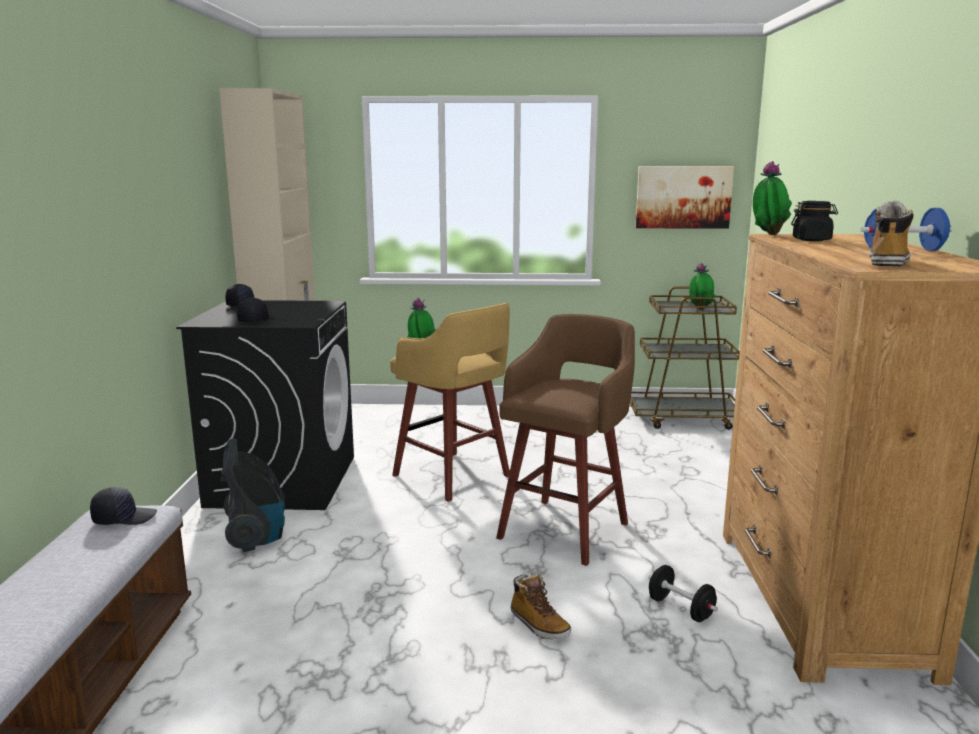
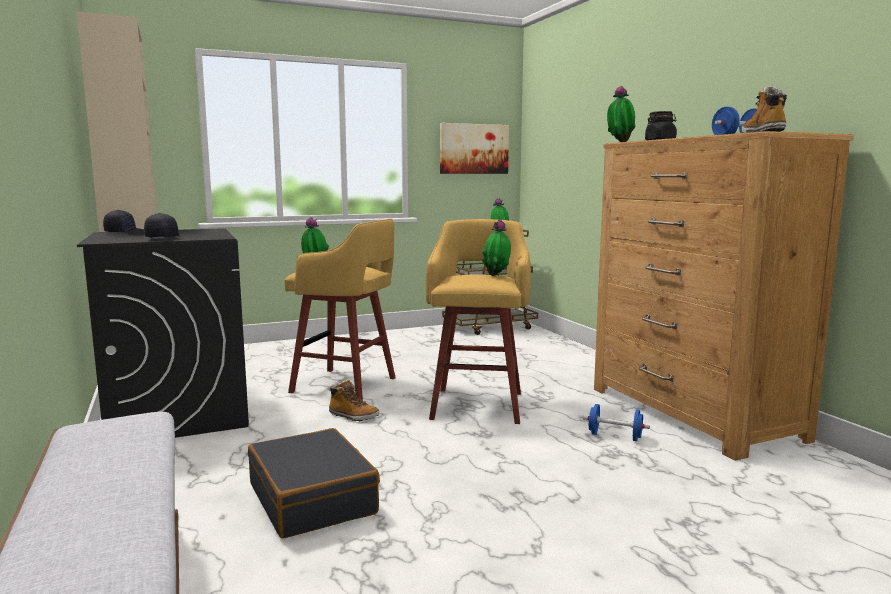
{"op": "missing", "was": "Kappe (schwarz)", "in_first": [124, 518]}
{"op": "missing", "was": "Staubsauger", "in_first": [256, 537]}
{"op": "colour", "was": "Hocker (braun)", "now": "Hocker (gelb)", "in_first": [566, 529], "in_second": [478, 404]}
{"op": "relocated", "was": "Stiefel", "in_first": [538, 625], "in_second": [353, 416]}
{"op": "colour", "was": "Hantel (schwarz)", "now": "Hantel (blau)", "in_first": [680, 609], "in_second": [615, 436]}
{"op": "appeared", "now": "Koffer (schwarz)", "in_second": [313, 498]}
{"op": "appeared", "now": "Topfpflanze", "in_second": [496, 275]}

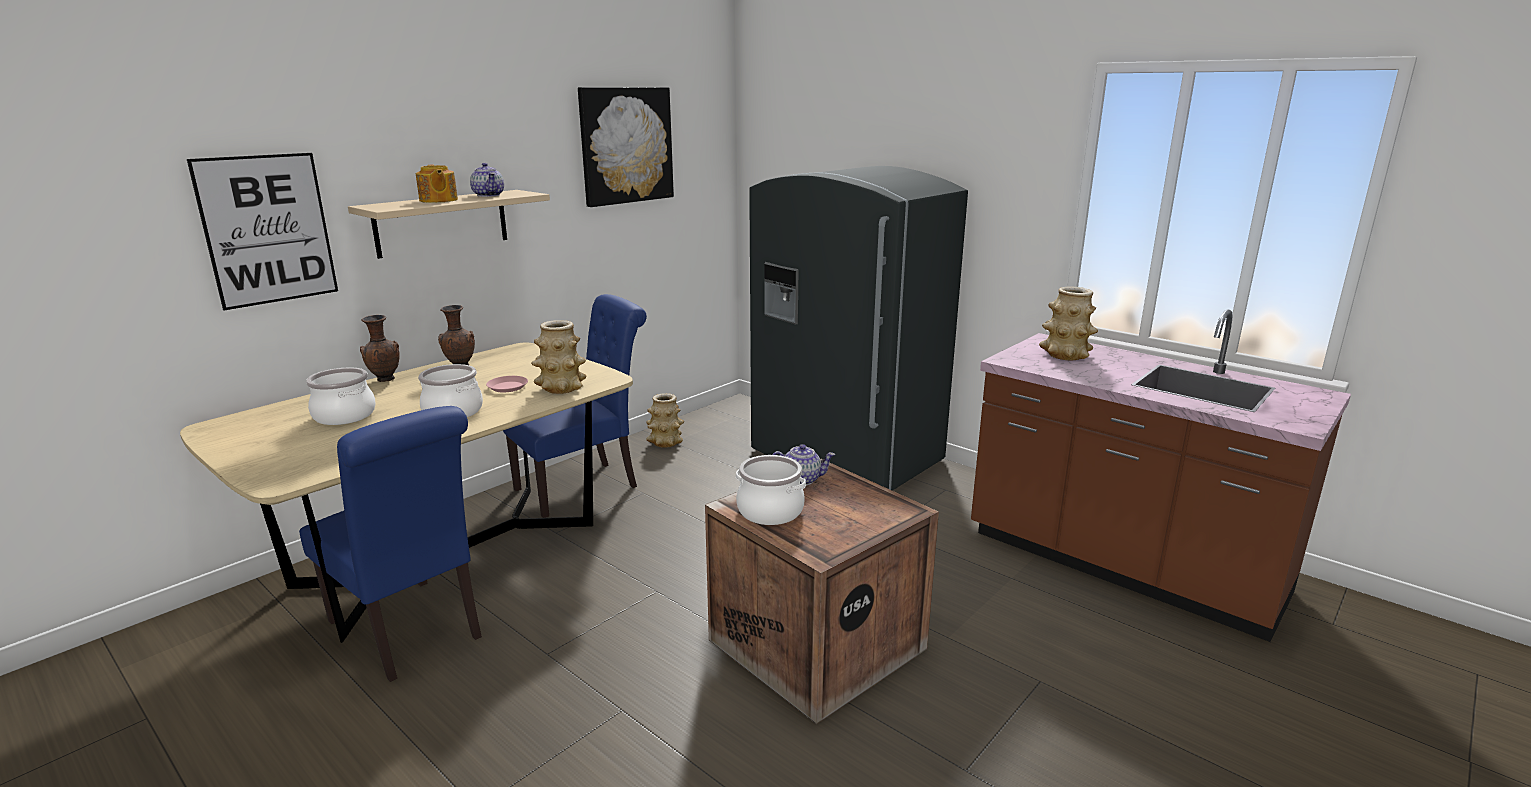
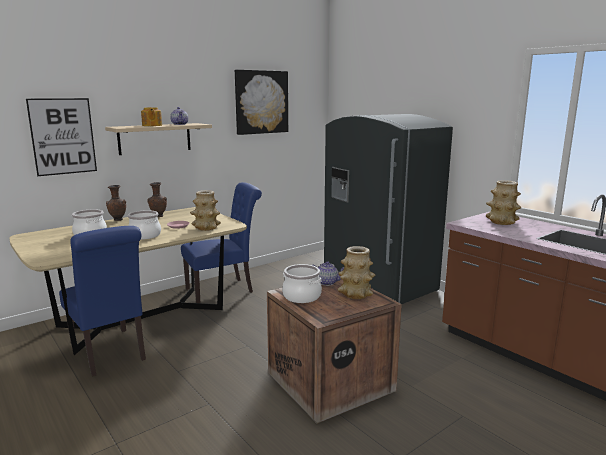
{"op": "relocated", "was": "Vase", "in_first": [665, 442], "in_second": [355, 294]}

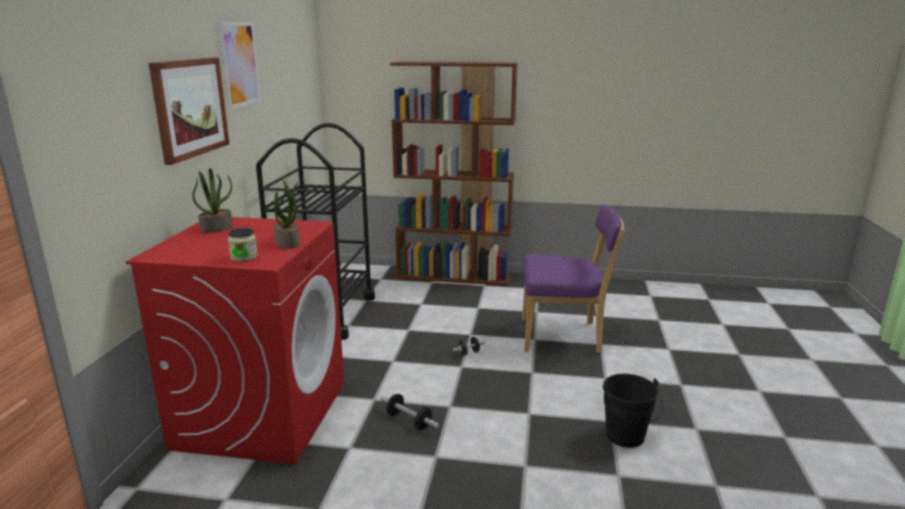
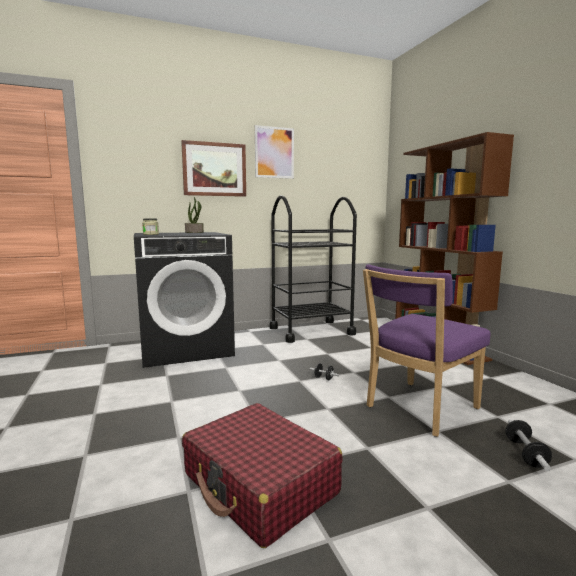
{"op": "colour", "was": "Waschmaschine (rot)", "now": "Waschmaschine (schwarz)", "in_first": [262, 414], "in_second": [186, 348]}
{"op": "missing", "was": "Topfpflanze", "in_first": [288, 243]}
{"op": "relocated", "was": "Hantel", "in_first": [409, 421], "in_second": [525, 454]}
{"op": "spun", "was": "Stuhl (lila)", "in_first": [564, 336], "in_second": [418, 409], "clockwise": 75}
{"op": "exchanged", "was": "Eimer (schwarz)", "now": "Koffer (rot)", "in_first": [627, 438], "in_second": [260, 484]}

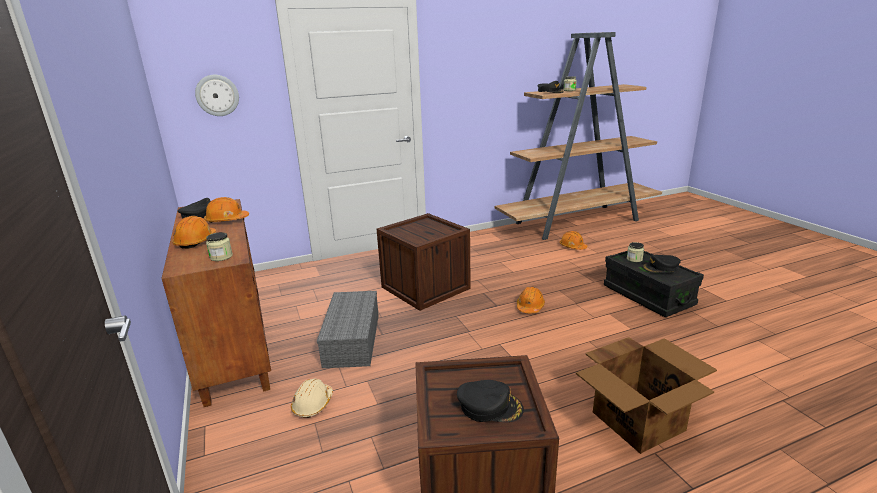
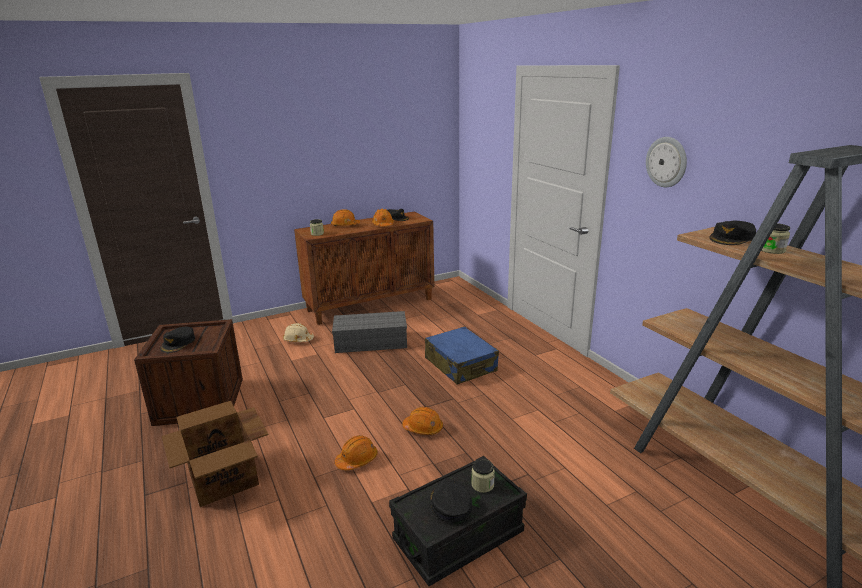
{"op": "relocated", "was": "Wanduhr", "in_first": [217, 95], "in_second": [666, 162]}
{"op": "exchanged", "was": "Kiste", "now": "Koffer (blau)", "in_first": [425, 288], "in_second": [460, 365]}
{"op": "relocated", "was": "Schutzhelm (orange)", "in_first": [572, 247], "in_second": [357, 460]}

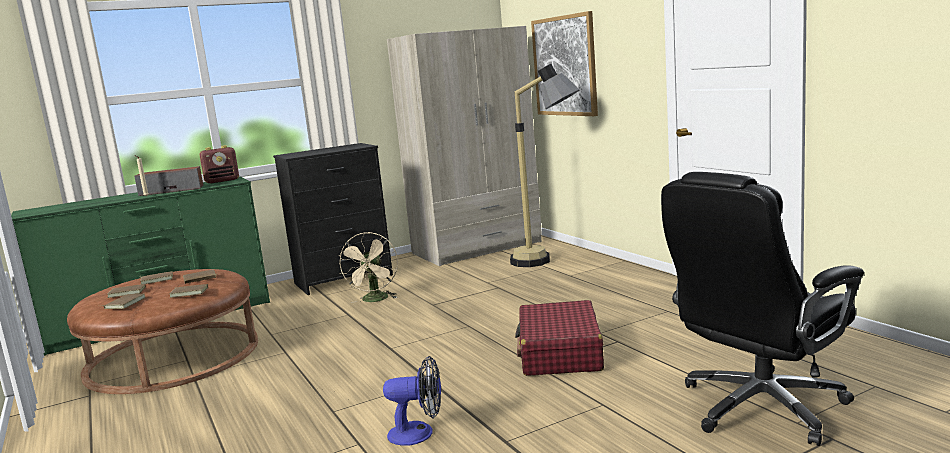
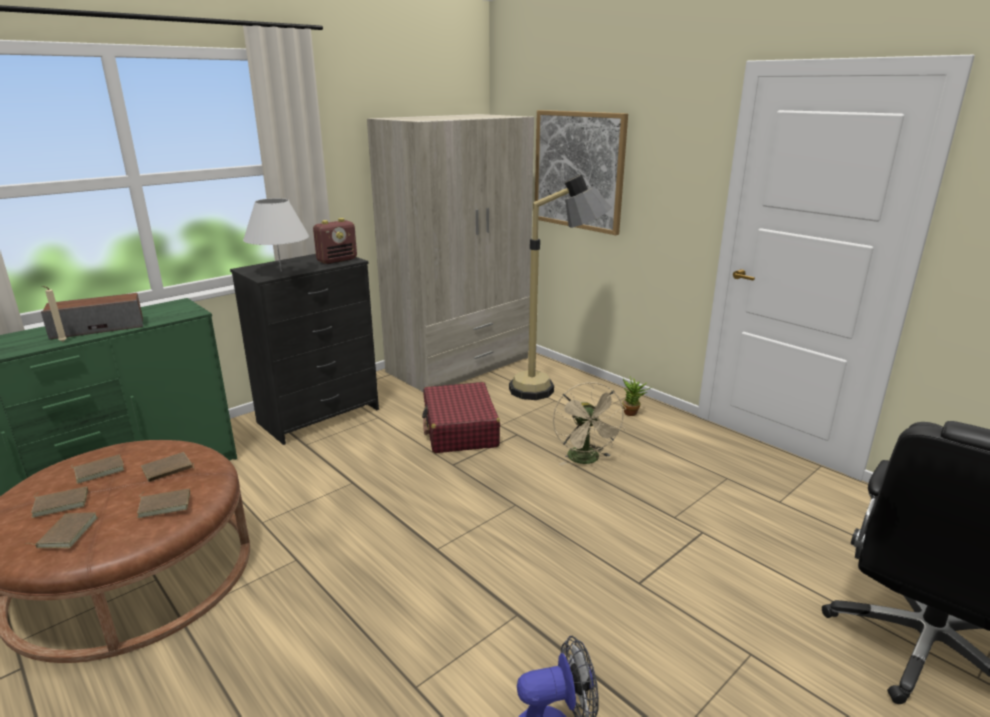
{"op": "relocated", "was": "Radio", "in_first": [222, 181], "in_second": [337, 260]}
{"op": "relocated", "was": "Ventilator (beige)", "in_first": [375, 300], "in_second": [586, 460]}
{"op": "relocated", "was": "Koffer (rot)", "in_first": [560, 353], "in_second": [460, 429]}
{"op": "appeared", "now": "Tischlampe (weiß)", "in_second": [281, 271]}
{"op": "appeared", "now": "Topfpflanze", "in_second": [633, 413]}

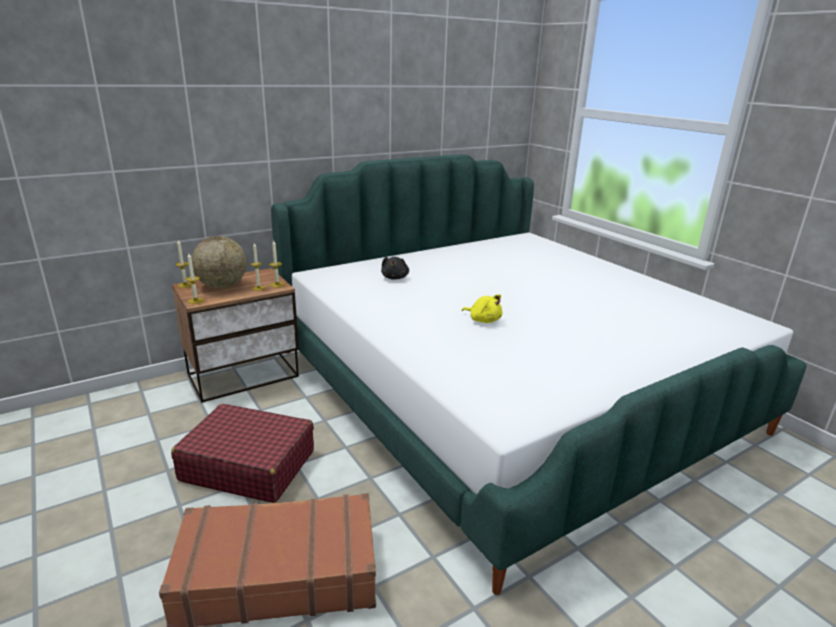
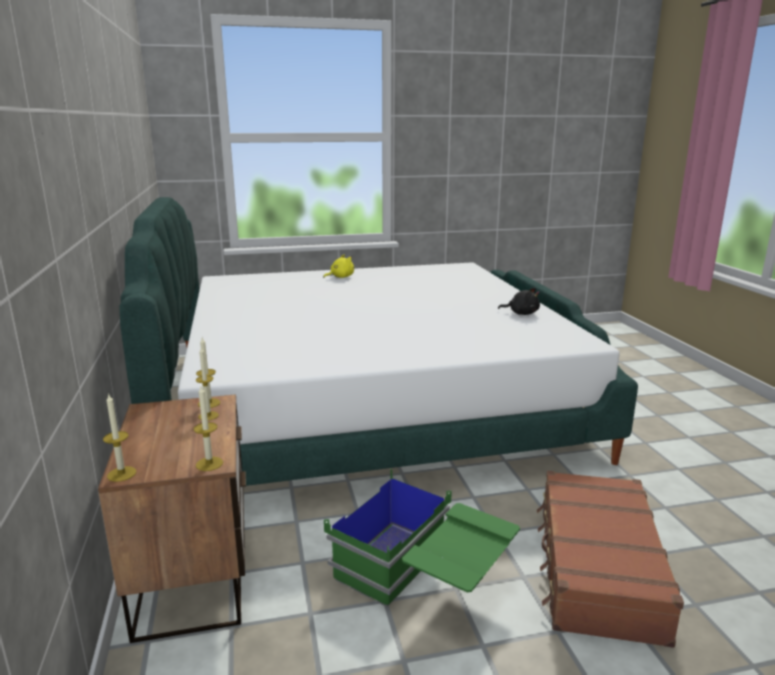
{"op": "exchanged", "was": "Koffer (rot)", "now": "Aufbewahrungsbox (grün)", "in_first": [248, 465], "in_second": [422, 580]}
{"op": "missing", "was": "Globus", "in_first": [222, 286]}
{"op": "relocated", "was": "Plüschtier (schwarz)", "in_first": [395, 278], "in_second": [521, 313]}
{"op": "relocated", "was": "Plüschtier (gelb)", "in_first": [483, 320], "in_second": [340, 277]}

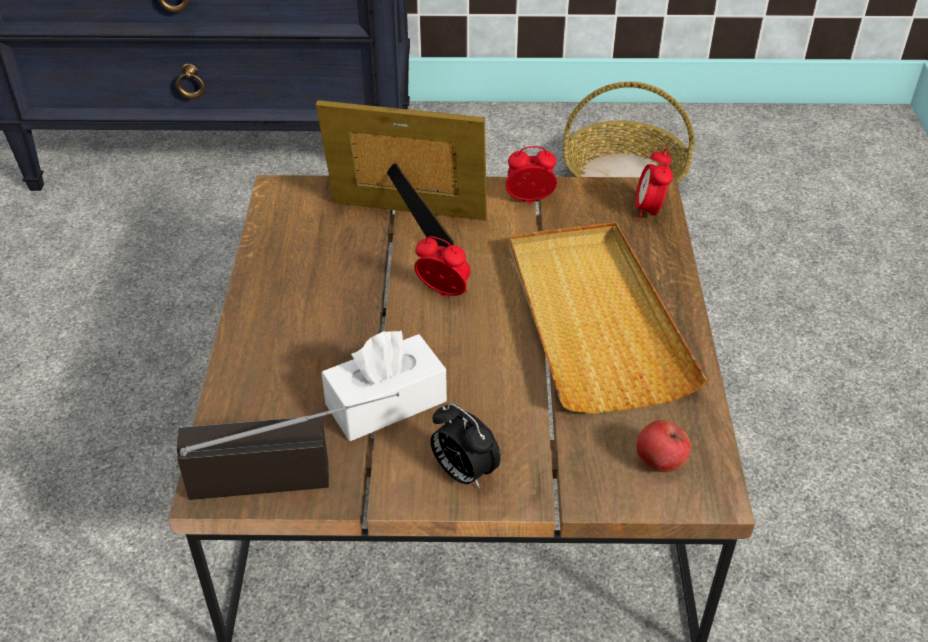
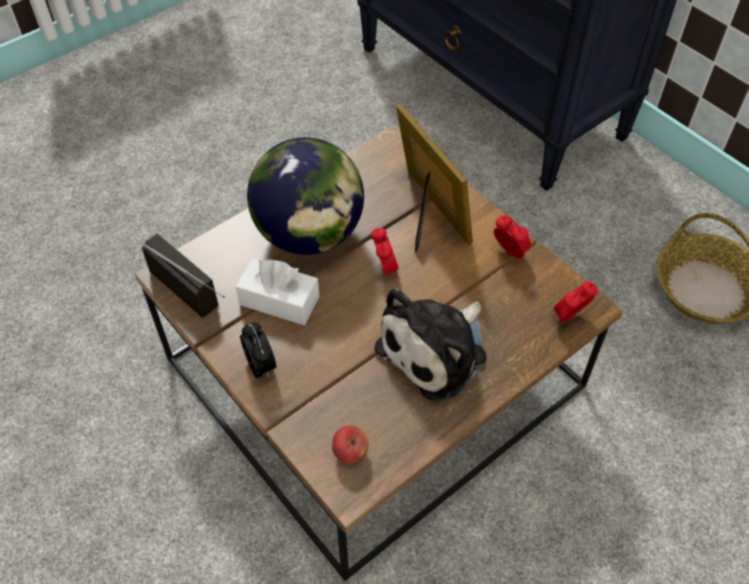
{"op": "spun", "was": "Wecker", "in_first": [463, 473], "in_second": [261, 366], "clockwise": 150}
{"op": "exchanged", "was": "Tablett (beige)", "now": "Plüschtier", "in_first": [593, 319], "in_second": [436, 350]}
{"op": "appeared", "now": "Globus", "in_second": [309, 235]}

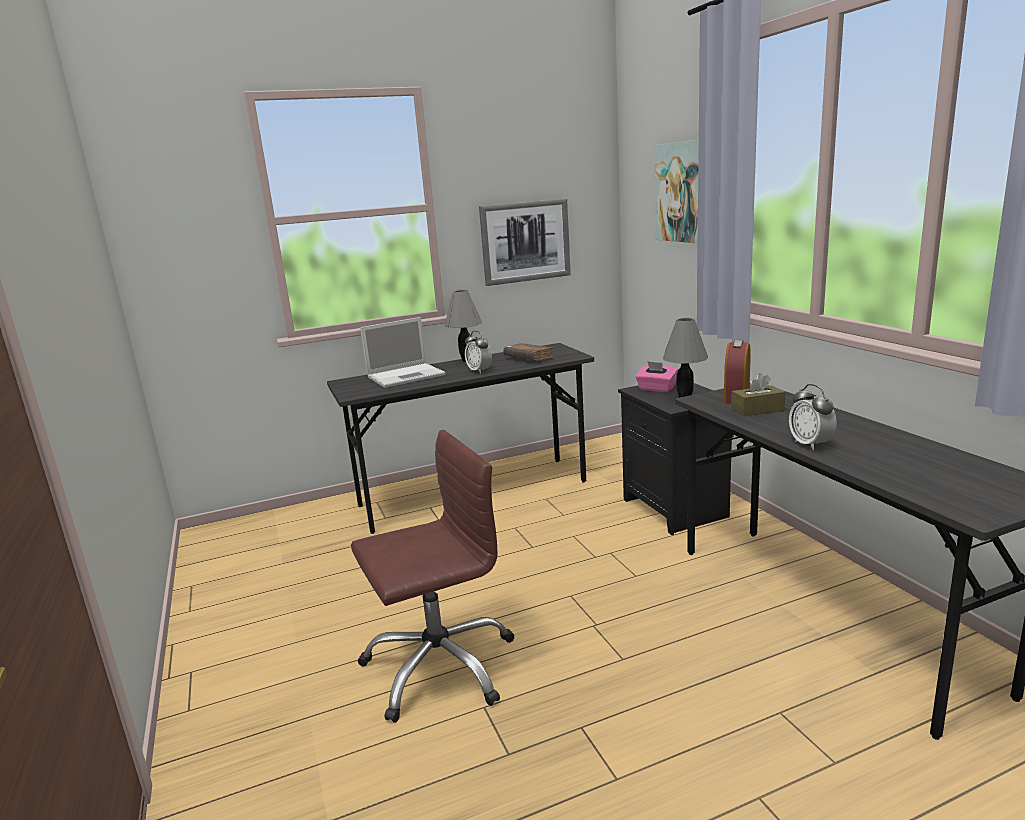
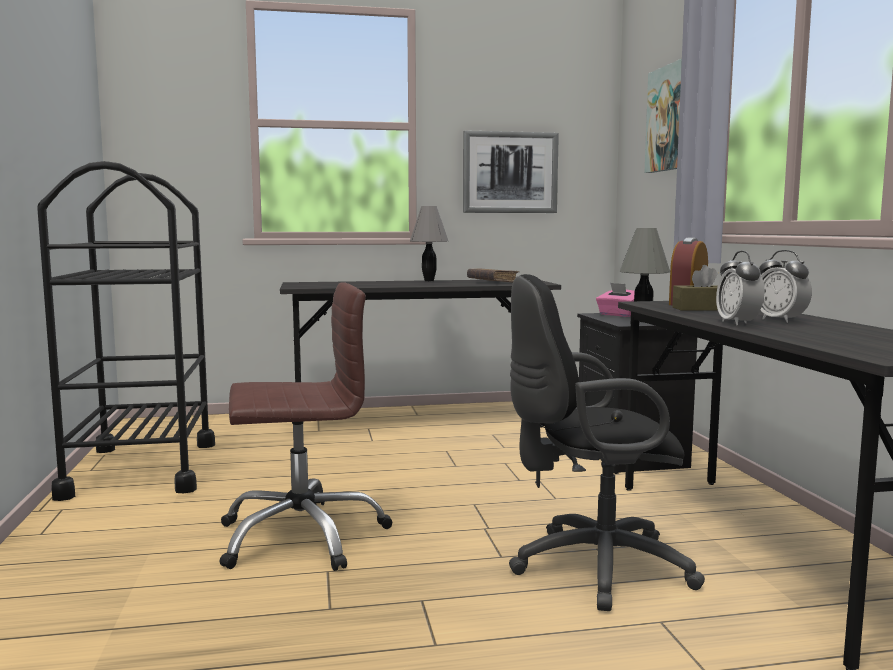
{"op": "missing", "was": "Laptop", "in_first": [407, 375]}
{"op": "relocated", "was": "Wecker", "in_first": [479, 371], "in_second": [780, 320]}
{"op": "appeared", "now": "Rollwagen (schwarz)", "in_second": [142, 469]}
{"op": "appeared", "now": "Bürostuhl (schwarz)", "in_second": [592, 567]}

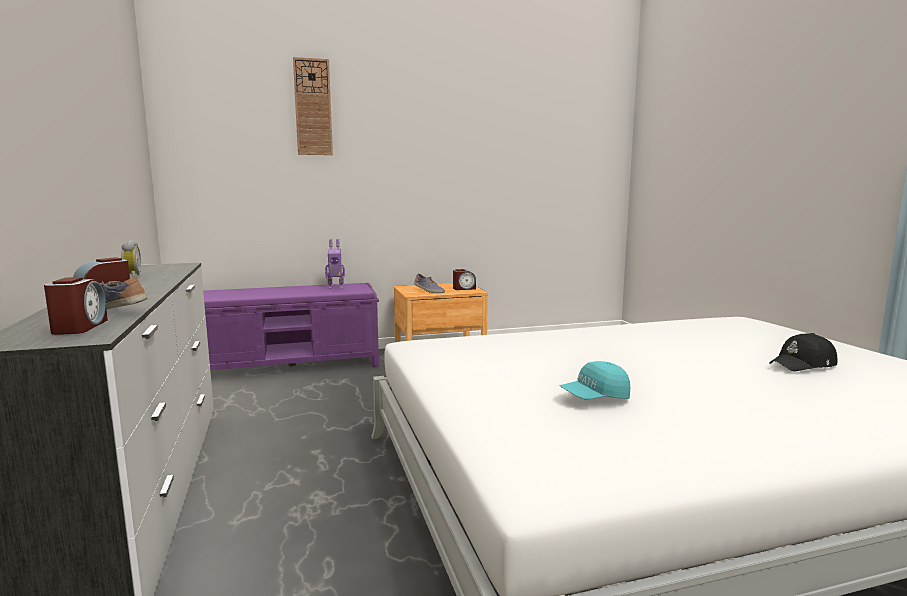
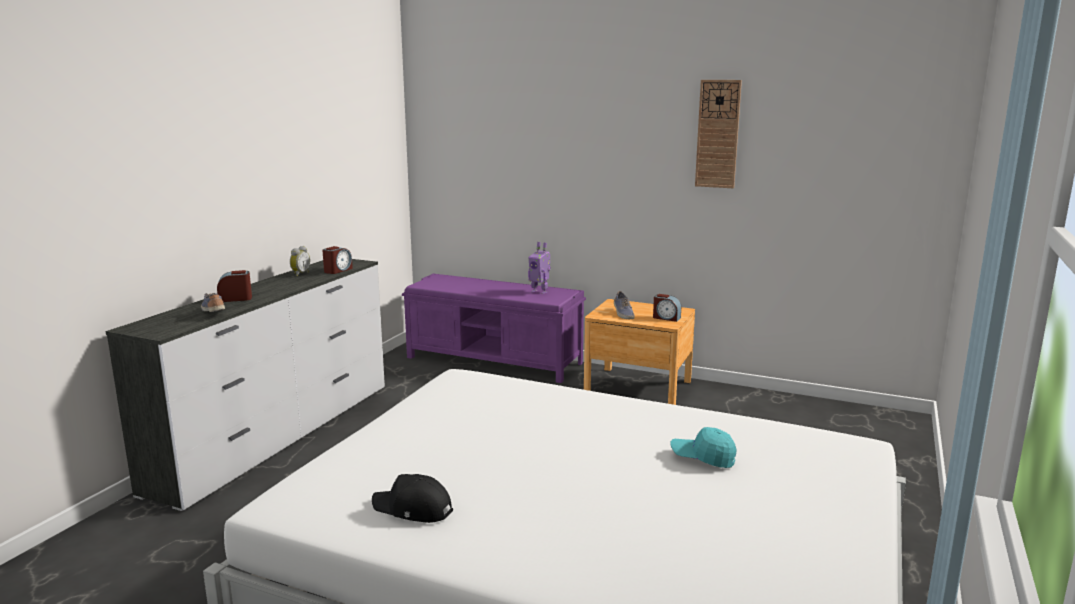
{"op": "relocated", "was": "Wecker", "in_first": [80, 327], "in_second": [338, 270]}
{"op": "relocated", "was": "Wanduhr", "in_first": [313, 107], "in_second": [718, 134]}
{"op": "relocated", "was": "Kappe (türkis)", "in_first": [594, 398], "in_second": [703, 458]}
{"op": "relocated", "was": "Kappe (schwarz)", "in_first": [803, 364], "in_second": [412, 509]}

